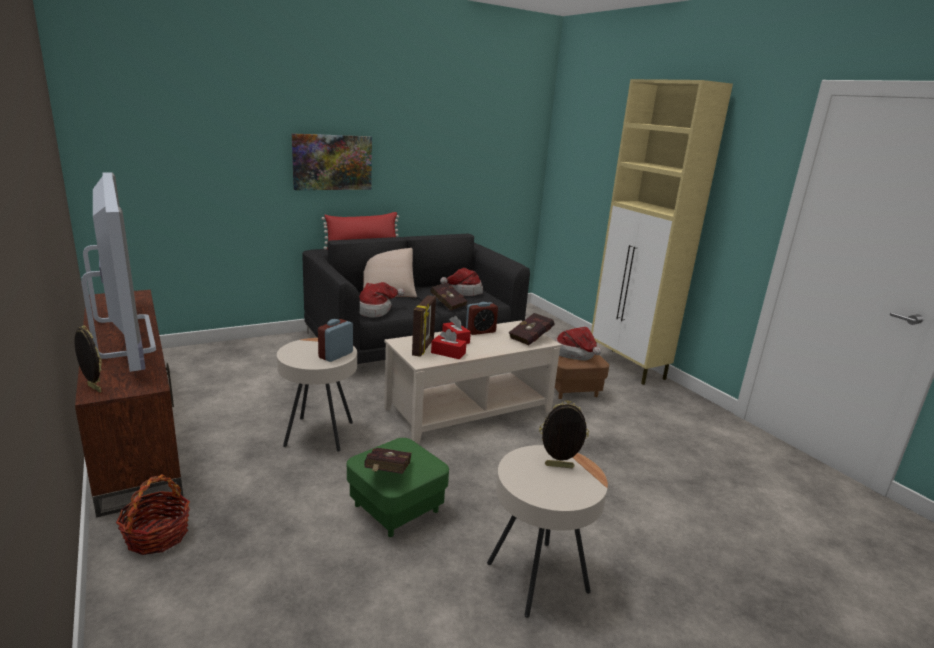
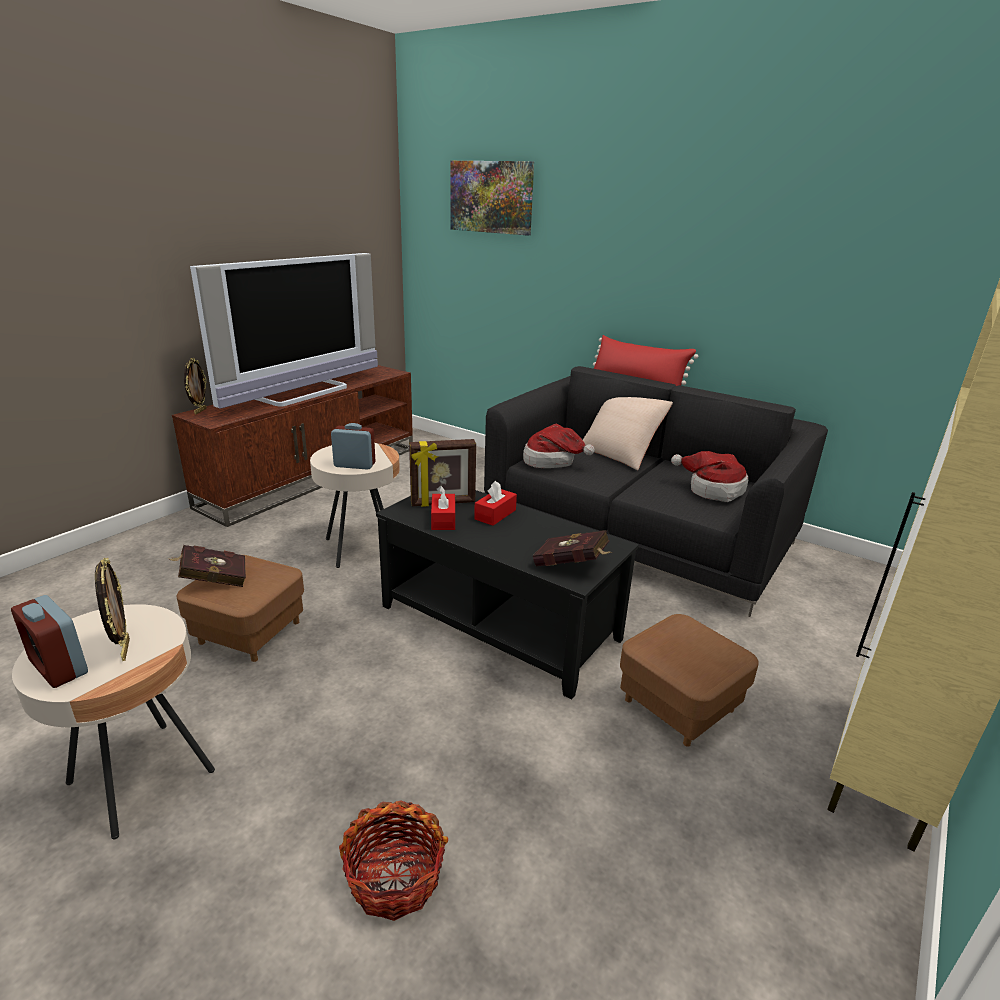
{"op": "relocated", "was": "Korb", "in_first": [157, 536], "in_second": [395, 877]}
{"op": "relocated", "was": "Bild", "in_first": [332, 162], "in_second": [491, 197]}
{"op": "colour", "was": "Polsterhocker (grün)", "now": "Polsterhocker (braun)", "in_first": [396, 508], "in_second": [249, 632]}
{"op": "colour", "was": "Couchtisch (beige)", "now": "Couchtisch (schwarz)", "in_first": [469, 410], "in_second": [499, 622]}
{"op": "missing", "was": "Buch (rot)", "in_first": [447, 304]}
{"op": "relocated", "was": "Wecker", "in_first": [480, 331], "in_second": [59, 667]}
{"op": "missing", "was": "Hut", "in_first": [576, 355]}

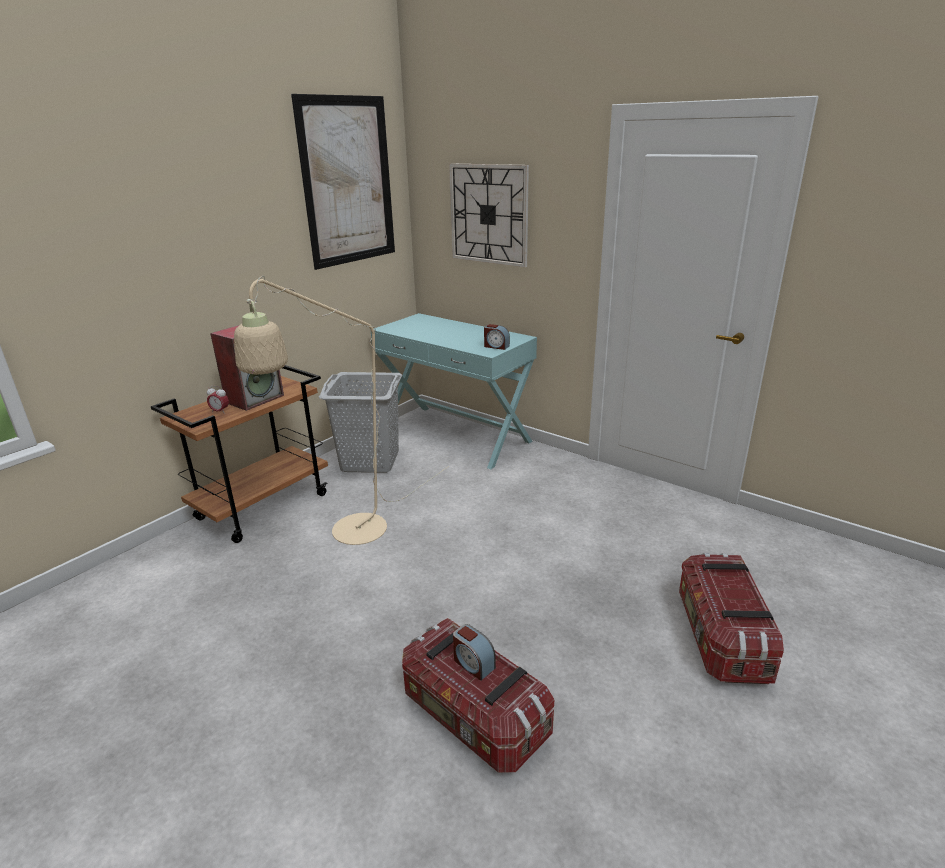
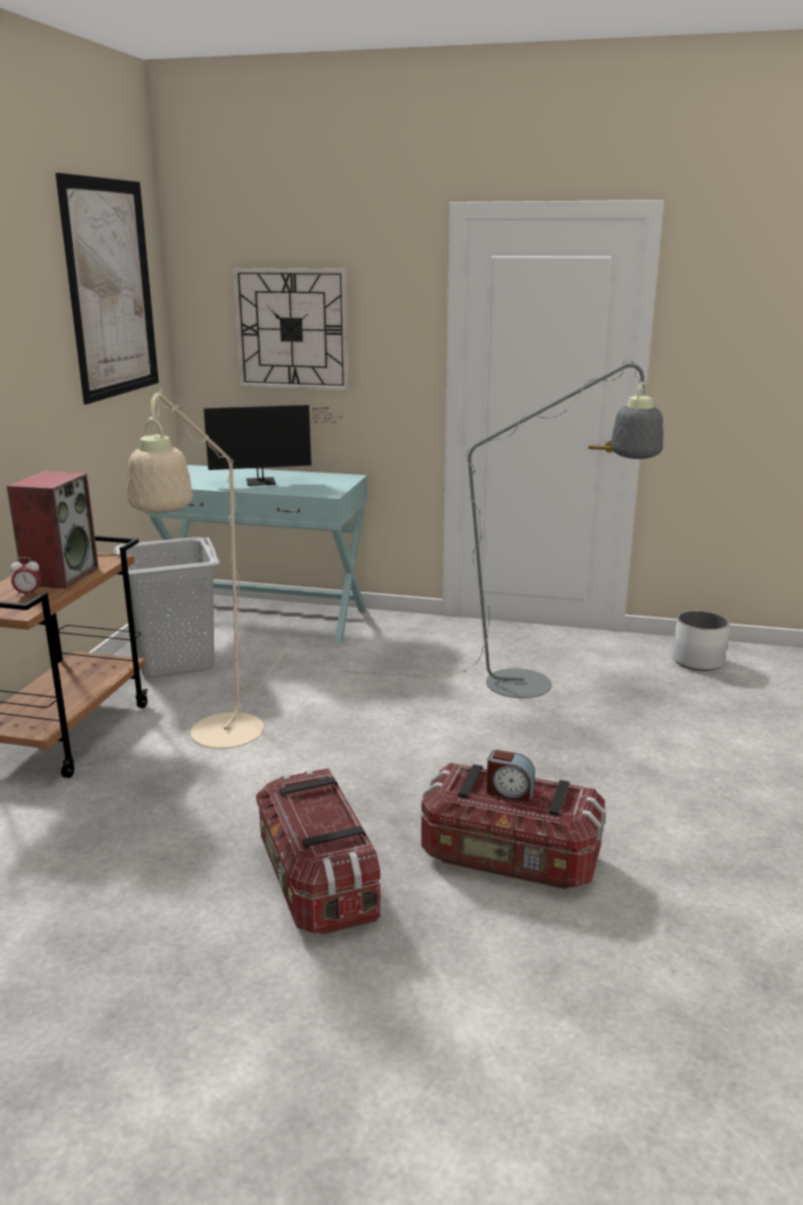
{"op": "missing", "was": "Wecker", "in_first": [496, 346]}
{"op": "relocated", "was": "Aufbewahrungsbox", "in_first": [720, 637], "in_second": [317, 881]}
{"op": "appeared", "now": "Monitor", "in_second": [266, 482]}
{"op": "appeared", "now": "Stehlampe (grau)", "in_second": [536, 684]}
{"op": "appeared", "now": "Pflanzkübel (weiß)", "in_second": [698, 661]}

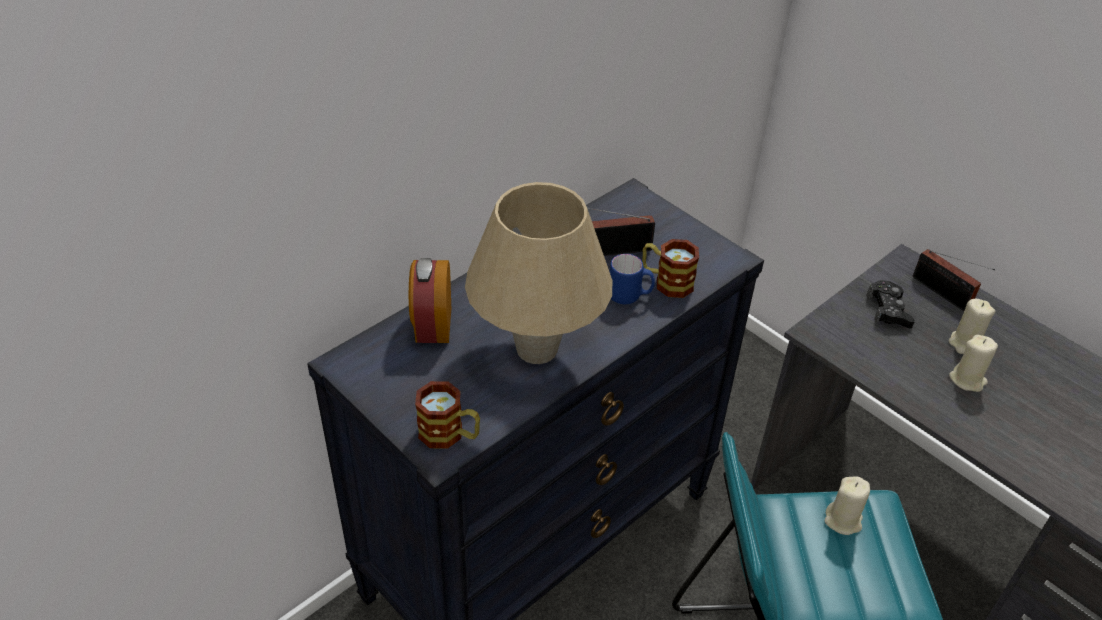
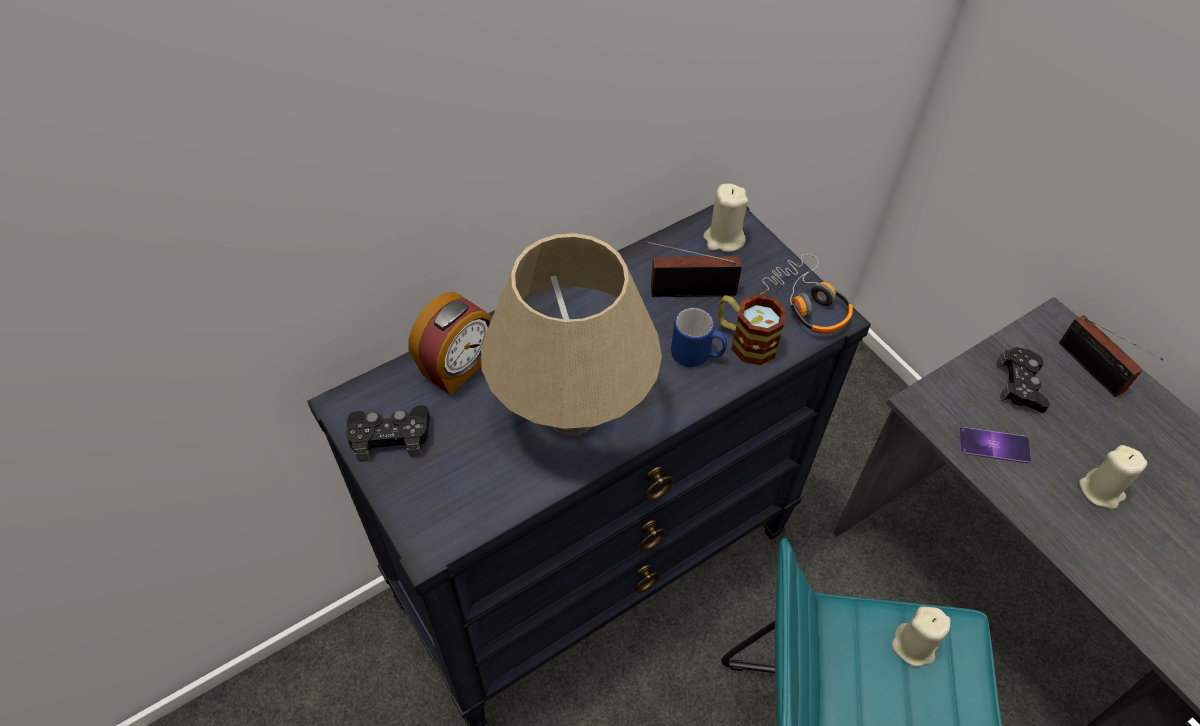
{"op": "spun", "was": "Wecker", "in_first": [432, 325], "in_second": [457, 367], "clockwise": -150}
{"op": "missing", "was": "Henkelbecher", "in_first": [449, 434]}
{"op": "relocated", "was": "Kerze (beige)", "in_first": [965, 343], "in_second": [723, 239]}
{"op": "appeared", "now": "Gamepad (schwarz)", "in_second": [390, 436]}
{"op": "appeared", "now": "Kopfhörer", "in_second": [806, 303]}
{"op": "appeared", "now": "Handy", "in_second": [994, 445]}

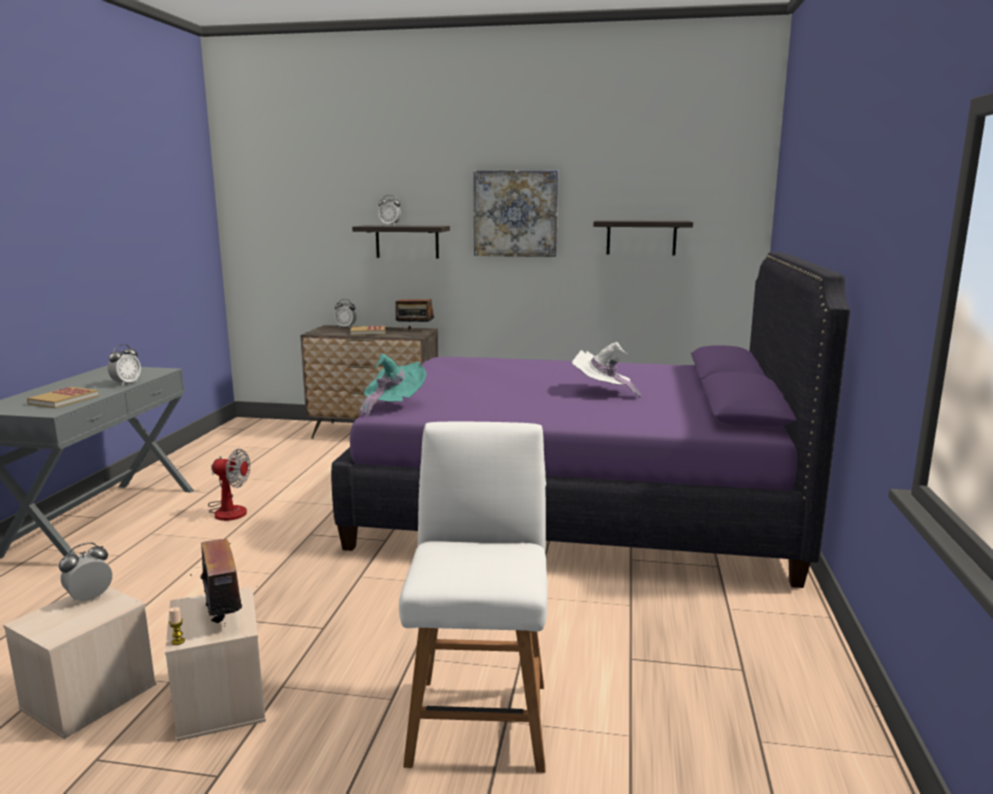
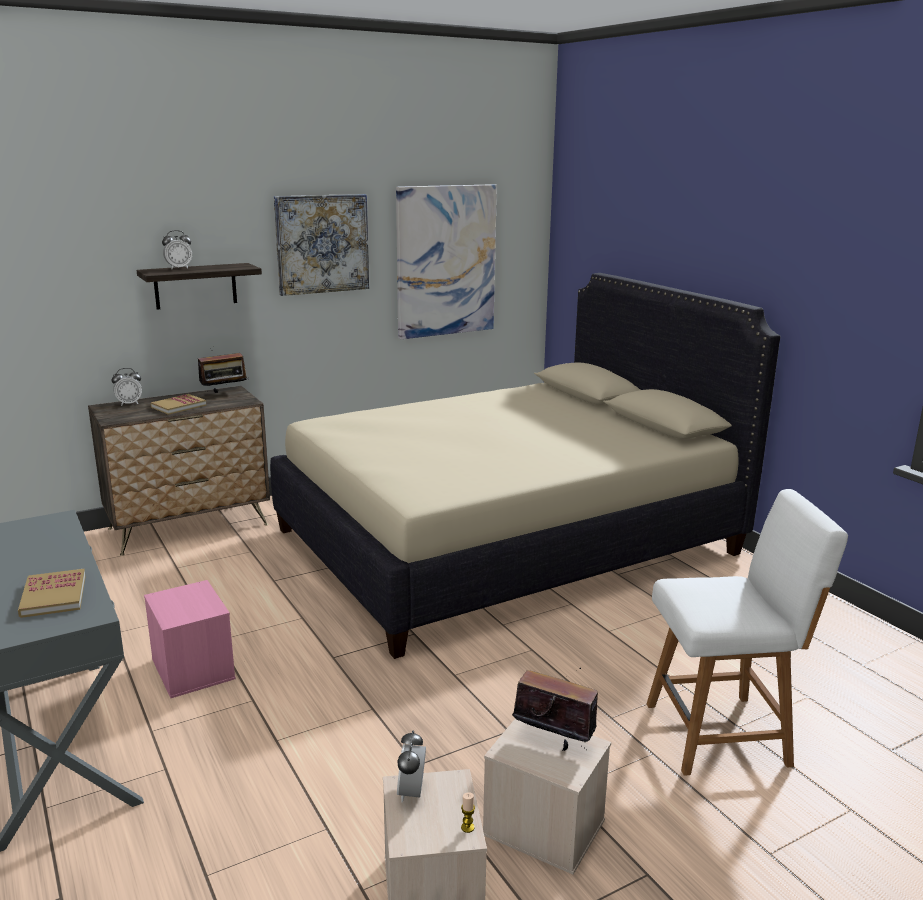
{"op": "missing", "was": "Wecker", "in_first": [126, 383]}
{"op": "relocated", "was": "Kerze", "in_first": [178, 641], "in_second": [467, 827]}
{"op": "exchanged", "was": "Ventilator", "now": "Aufbewahrungsbox (rosa)", "in_first": [228, 510], "in_second": [191, 668]}
{"op": "colour", "was": "Bett (lila)", "now": "Bett (beige)", "in_first": [576, 504], "in_second": [506, 541]}
{"op": "missing", "was": "Hut (türkis)", "in_first": [392, 406]}
{"op": "spun", "was": "Stuhl (weiß)", "in_first": [479, 718], "in_second": [722, 733], "clockwise": 120}
{"op": "missing", "was": "Hut (weiß)", "in_first": [602, 392]}
{"op": "exchanged", "was": "Wandregal", "now": "Bild", "in_first": [641, 237], "in_second": [446, 261]}

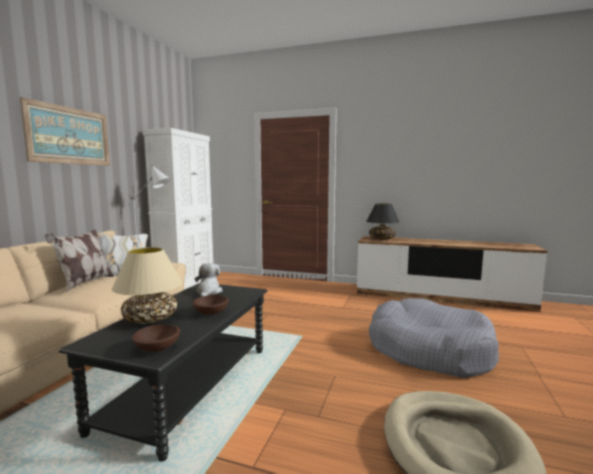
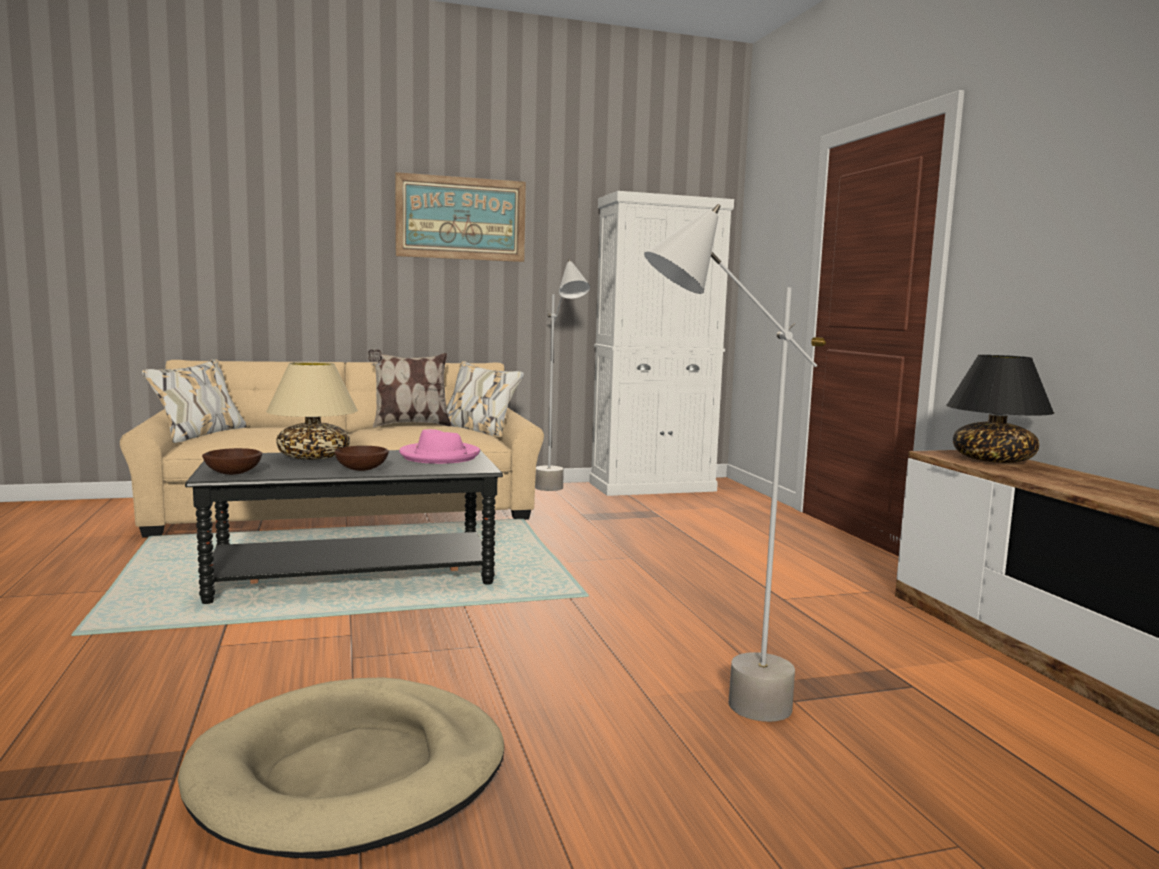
{"op": "exchanged", "was": "Plüschtier", "now": "Hut (rosa)", "in_first": [208, 292], "in_second": [439, 456]}
{"op": "exchanged", "was": "Hundebett (grau)", "now": "Stehlampe (grau)", "in_first": [429, 350], "in_second": [711, 711]}

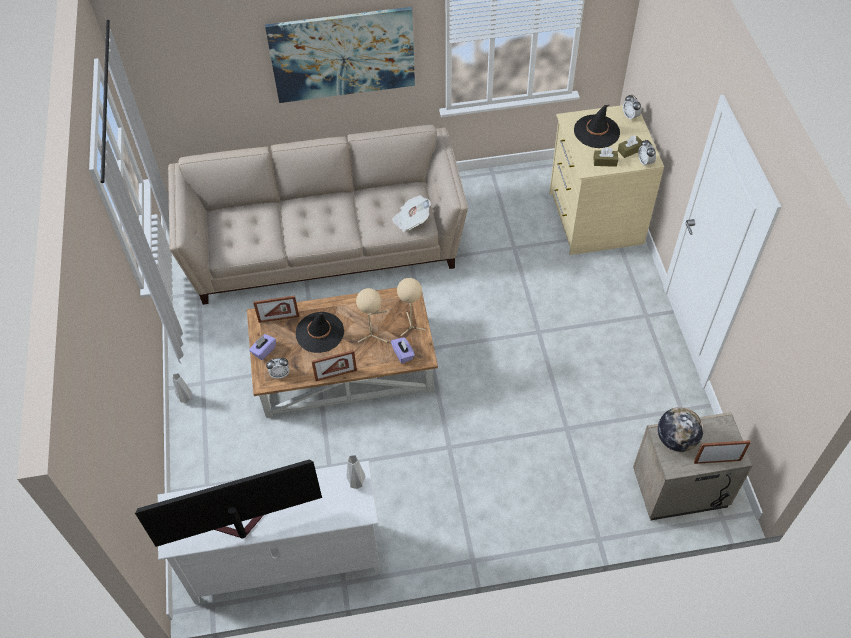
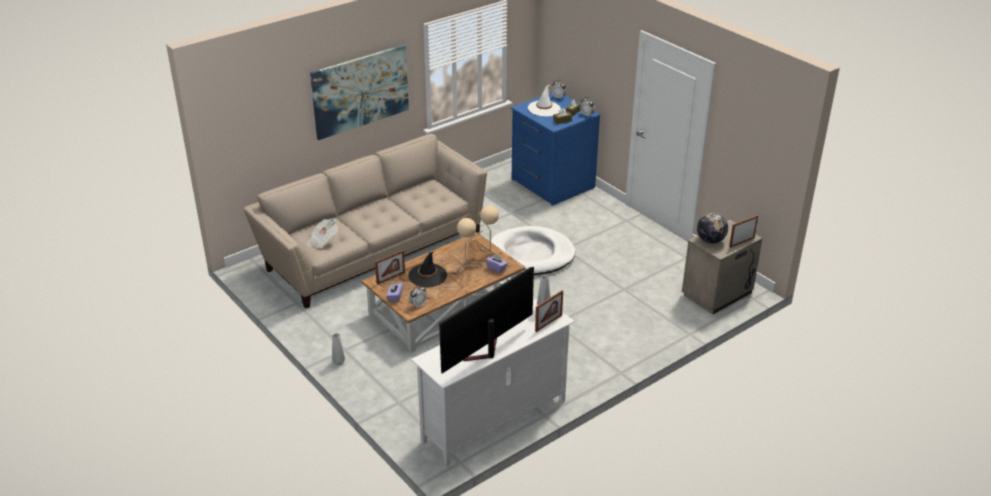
{"op": "relocated", "was": "Bilderrahmen", "in_first": [336, 375], "in_second": [548, 323]}
{"op": "relocated", "was": "Zeitung", "in_first": [411, 220], "in_second": [323, 240]}
{"op": "colour", "was": "Kommode (beige)", "now": "Kommode (blau)", "in_first": [593, 218], "in_second": [552, 184]}
{"op": "colour", "was": "Hut (schwarz)", "now": "Hut (weiß)", "in_first": [596, 132], "in_second": [544, 109]}
{"op": "appeared", "now": "Hundebett (weiß)", "in_second": [531, 255]}

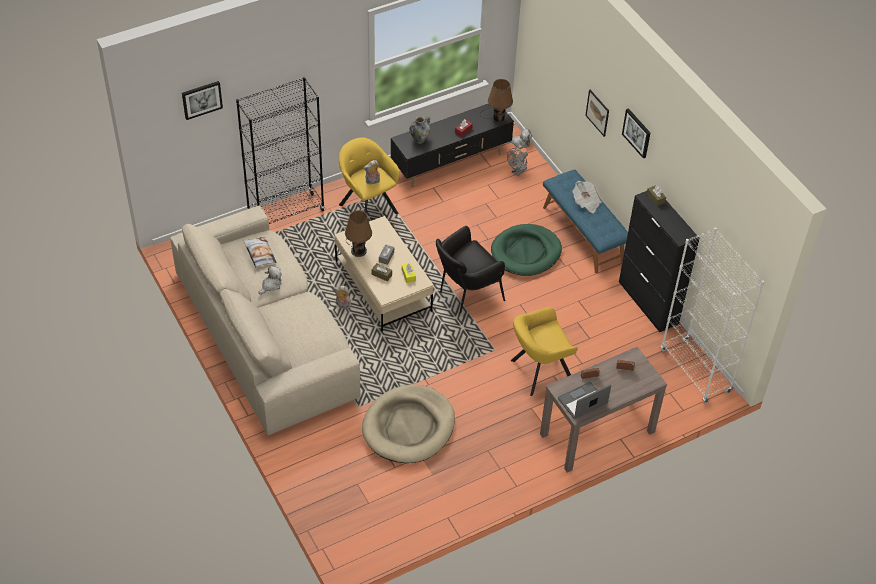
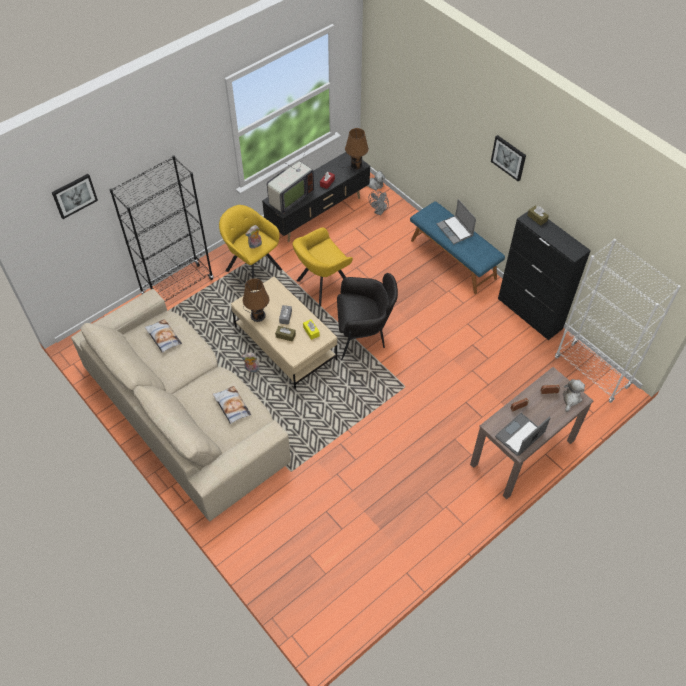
{"op": "relocated", "was": "Plüschtier", "in_first": [271, 285], "in_second": [571, 398]}
{"op": "missing", "was": "Hundebett (beige)", "in_first": [408, 427]}
{"op": "exchanged", "was": "Vase", "now": "Fernseher", "in_first": [419, 140], "in_second": [289, 198]}
{"op": "spun", "was": "Sessel (schwarz)", "in_first": [466, 293], "in_second": [364, 335], "clockwise": -135}
{"op": "missing", "was": "Hundebett (grün)", "in_first": [526, 252]}
{"op": "relocated", "was": "Sessel (gelb)", "in_first": [538, 371], "in_second": [322, 285]}
{"op": "exchanged", "was": "Zeitung", "now": "Laptop", "in_first": [586, 202], "in_second": [455, 230]}
{"op": "missing", "was": "Bild", "in_first": [597, 112]}
{"op": "appeared", "now": "Kissen", "in_second": [231, 406]}

